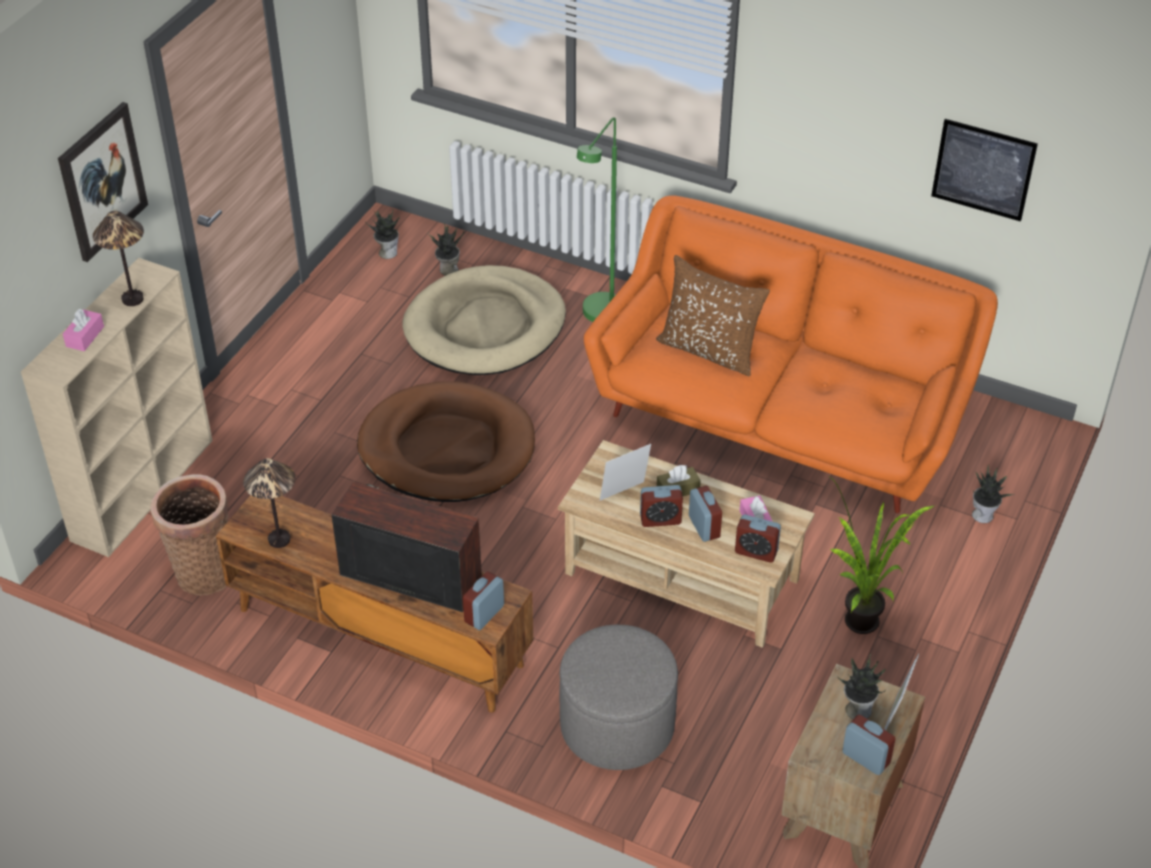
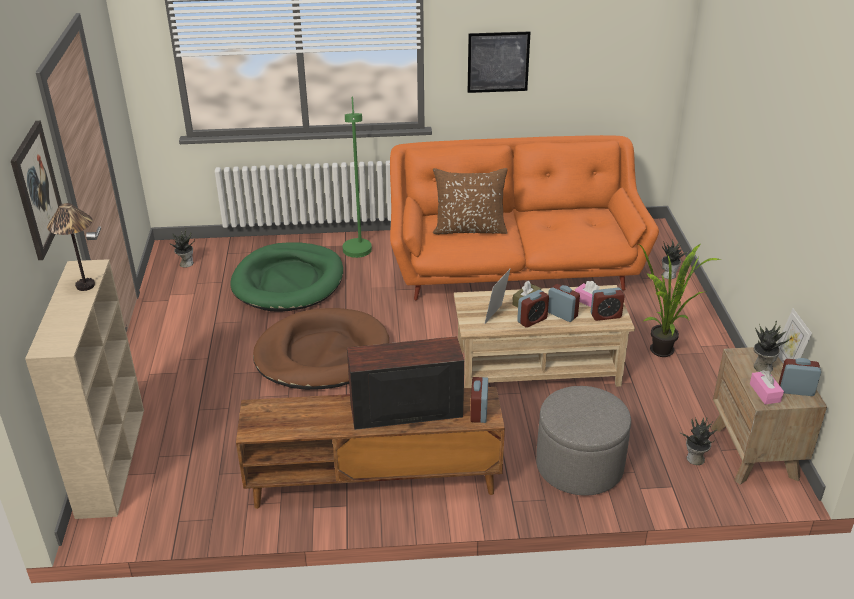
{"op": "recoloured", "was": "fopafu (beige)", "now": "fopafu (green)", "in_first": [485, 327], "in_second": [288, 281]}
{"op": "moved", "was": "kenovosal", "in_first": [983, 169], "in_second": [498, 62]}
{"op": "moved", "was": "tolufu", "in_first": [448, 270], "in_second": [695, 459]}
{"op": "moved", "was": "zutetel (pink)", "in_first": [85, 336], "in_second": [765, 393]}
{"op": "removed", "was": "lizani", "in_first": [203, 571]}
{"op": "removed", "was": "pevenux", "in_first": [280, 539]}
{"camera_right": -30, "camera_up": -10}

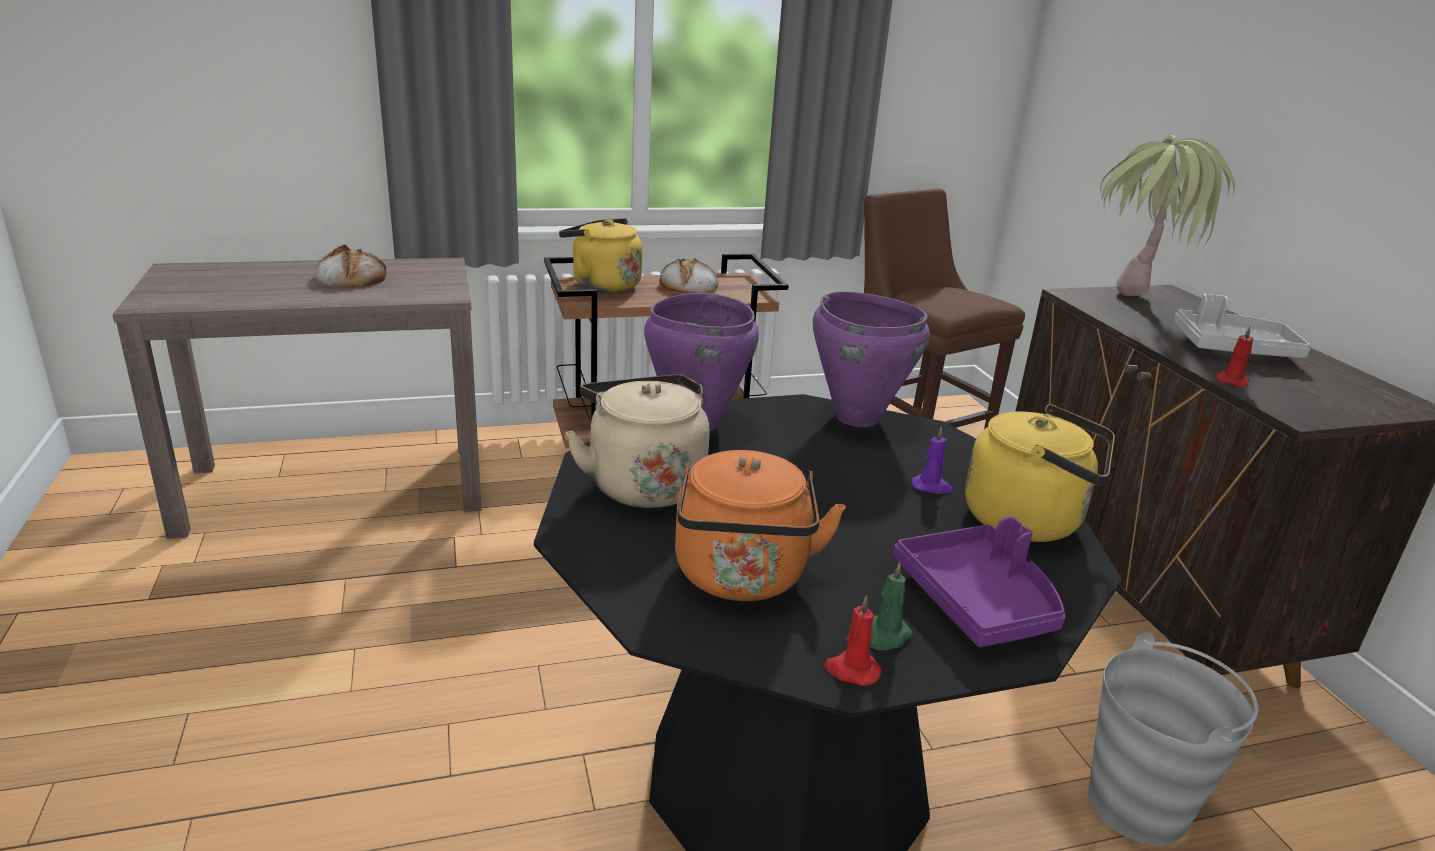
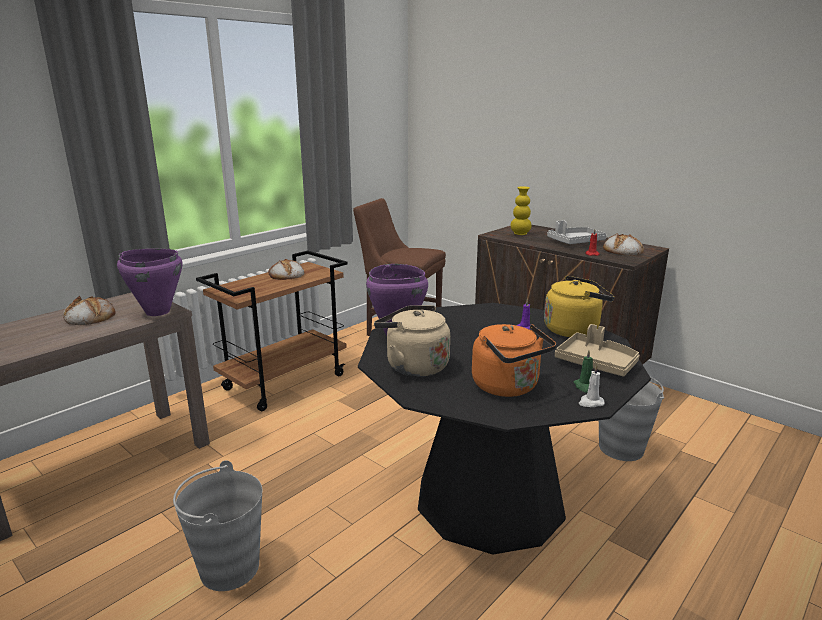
{"op": "moved", "was": "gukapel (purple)", "in_first": [857, 417], "in_second": [157, 312]}
{"op": "added", "now": "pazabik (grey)", "in_second": [229, 568]}
{"op": "replaced", "was": "tolufu", "now": "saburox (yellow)", "in_first": [1133, 306], "in_second": [520, 234]}
{"op": "recoloured", "was": "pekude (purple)", "now": "pekude (beige)", "in_first": [978, 601], "in_second": [596, 363]}
{"op": "recoloured", "was": "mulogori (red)", "now": "mulogori (white)", "in_first": [851, 670], "in_second": [590, 403]}
{"op": "added", "now": "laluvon", "in_second": [622, 250]}
{"op": "removed", "was": "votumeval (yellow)", "in_first": [602, 285]}
{"camera_right": -30, "camera_up": -5}

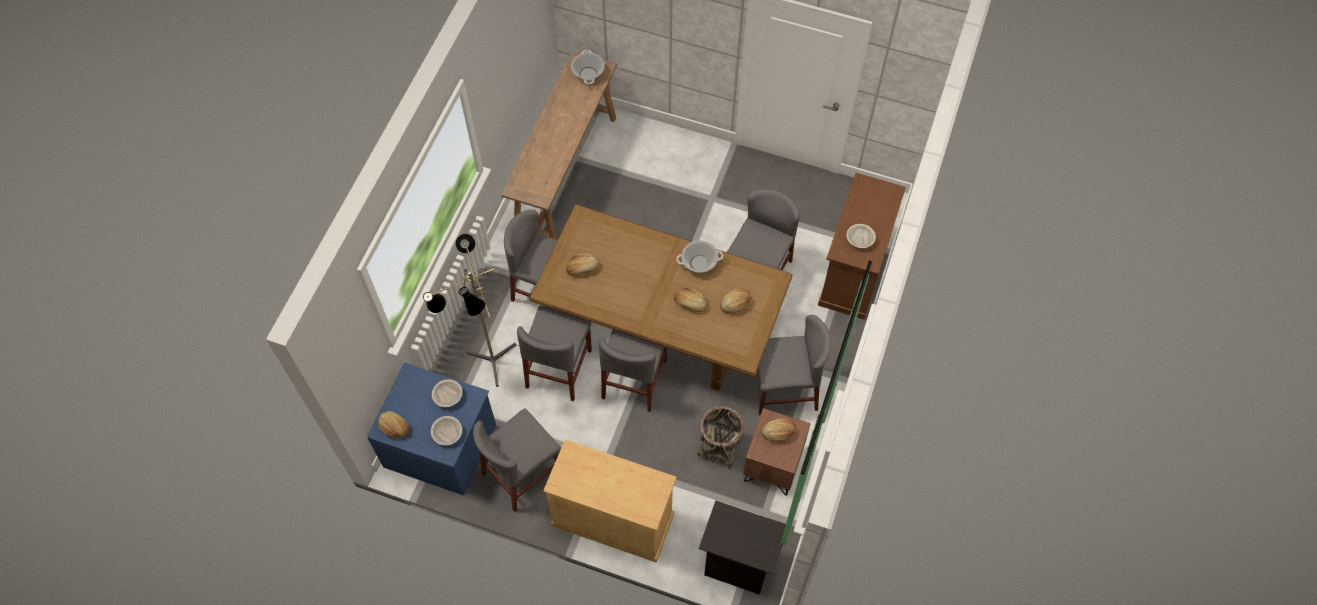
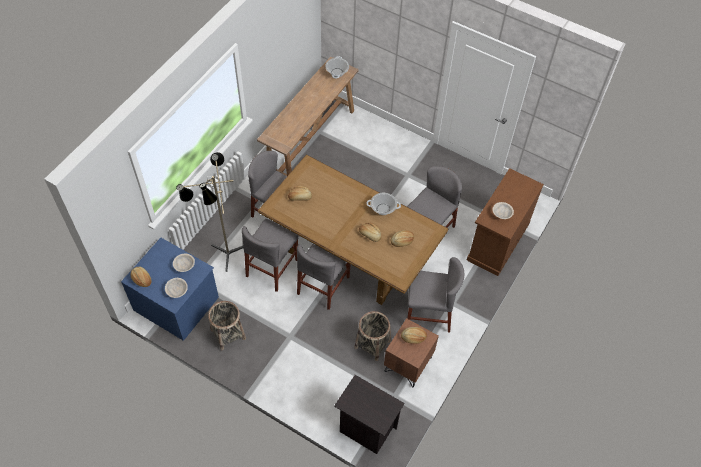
{"op": "replaced", "was": "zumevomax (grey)", "now": "lizani", "in_first": [522, 473], "in_second": [228, 333]}
{"op": "removed", "was": "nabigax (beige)", "in_first": [613, 519]}
{"camera_right": 10, "camera_up": -5}

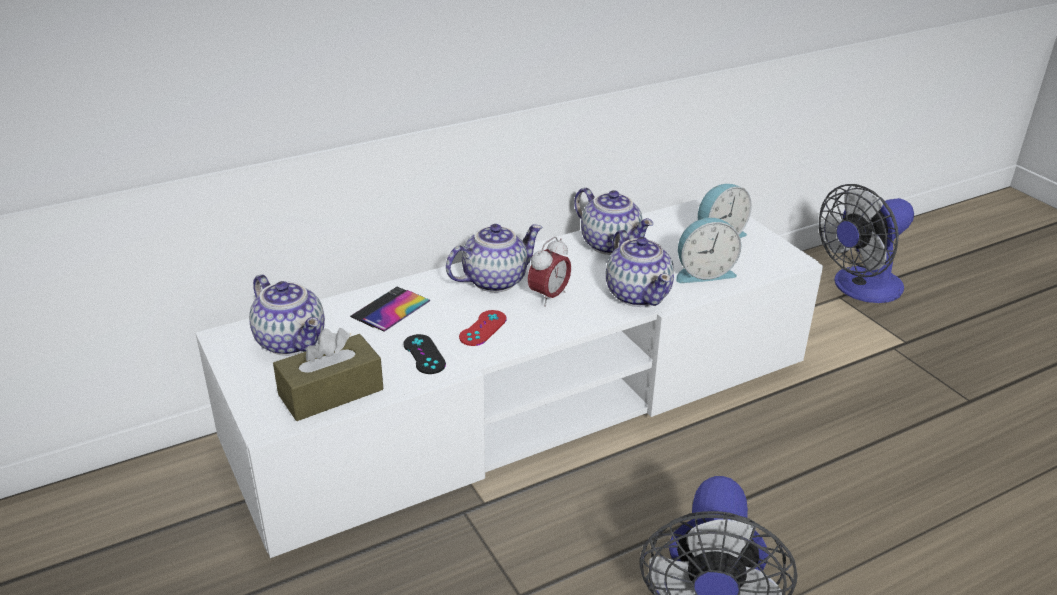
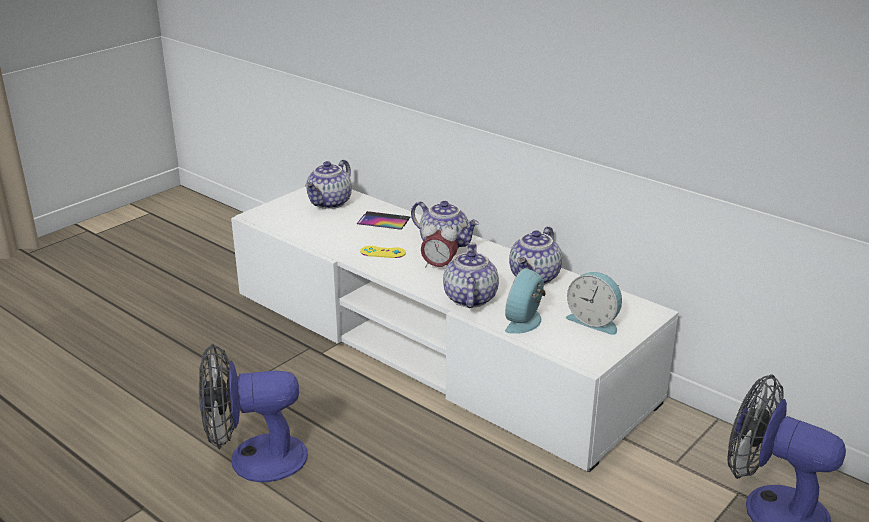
{"op": "recoloured", "was": "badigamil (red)", "now": "badigamil (yellow)", "in_first": [483, 328], "in_second": [383, 252]}
{"op": "turned", "was": "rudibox", "in_first": [638, 294], "in_second": [469, 299], "clockwise": 135}
{"op": "turned", "was": "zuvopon", "in_first": [703, 273], "in_second": [526, 321], "clockwise": 60}
{"op": "removed", "was": "zutetel (brown)", "in_first": [331, 392]}
{"op": "removed", "was": "badigamil (black)", "in_first": [424, 354]}
{"camera_right": 70, "camera_up": -5}

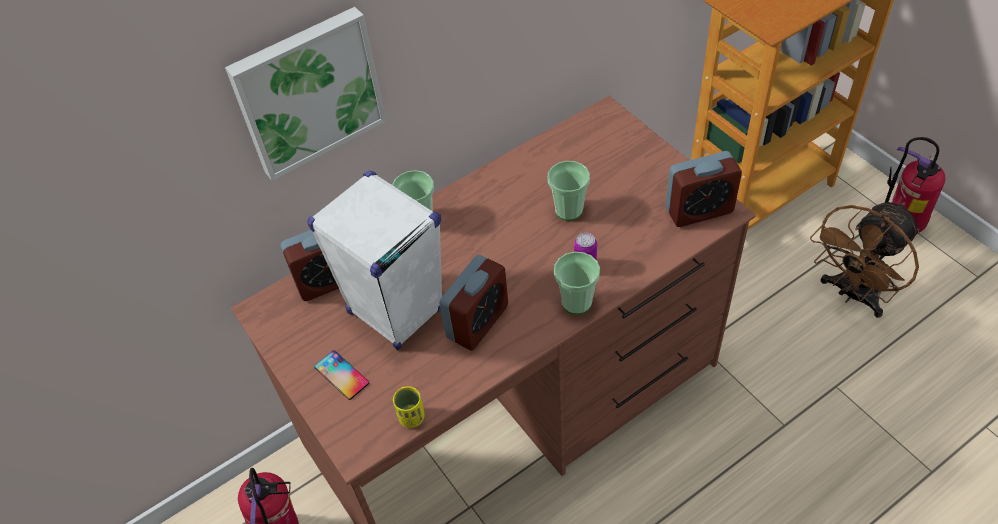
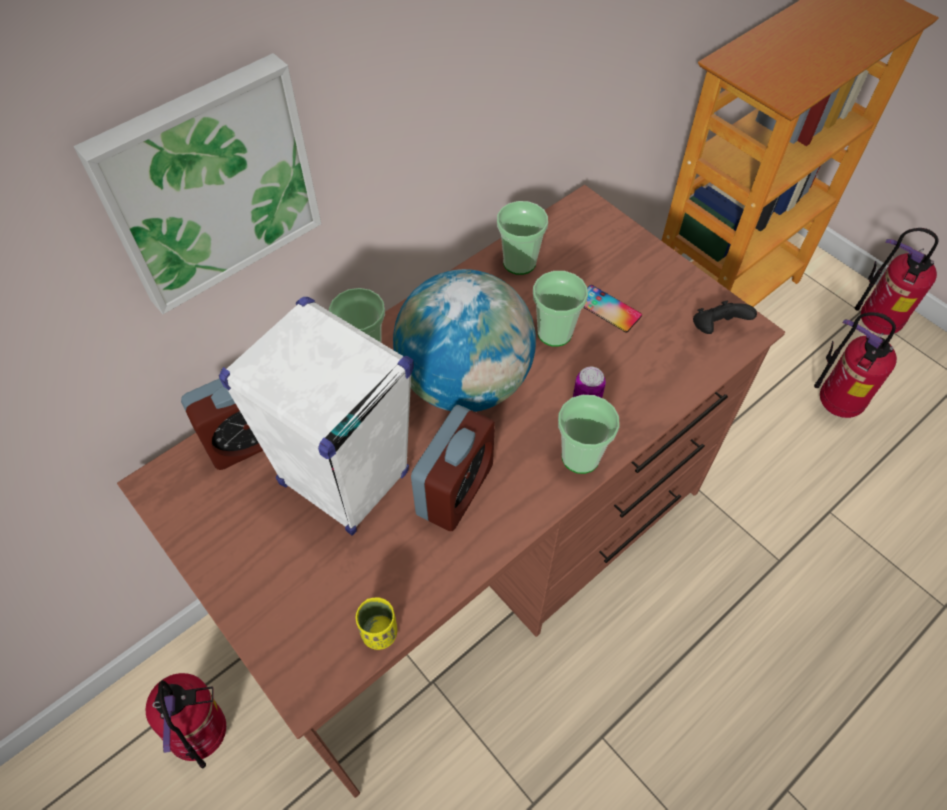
{"op": "added", "now": "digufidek", "in_second": [465, 382]}
{"op": "added", "now": "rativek", "in_second": [519, 262]}
{"op": "moved", "was": "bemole", "in_first": [341, 375], "in_second": [608, 309]}
{"op": "replaced", "was": "zuvopon", "now": "badigamil (black)", "in_first": [699, 210], "in_second": [716, 328]}
{"op": "replaced", "was": "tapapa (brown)", "now": "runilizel", "in_first": [853, 295], "in_second": [834, 404]}
{"camera_right": -10, "camera_up": 5}

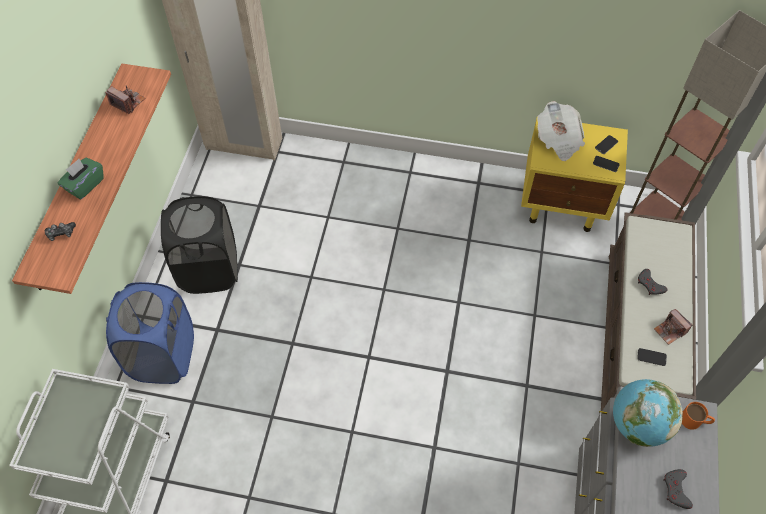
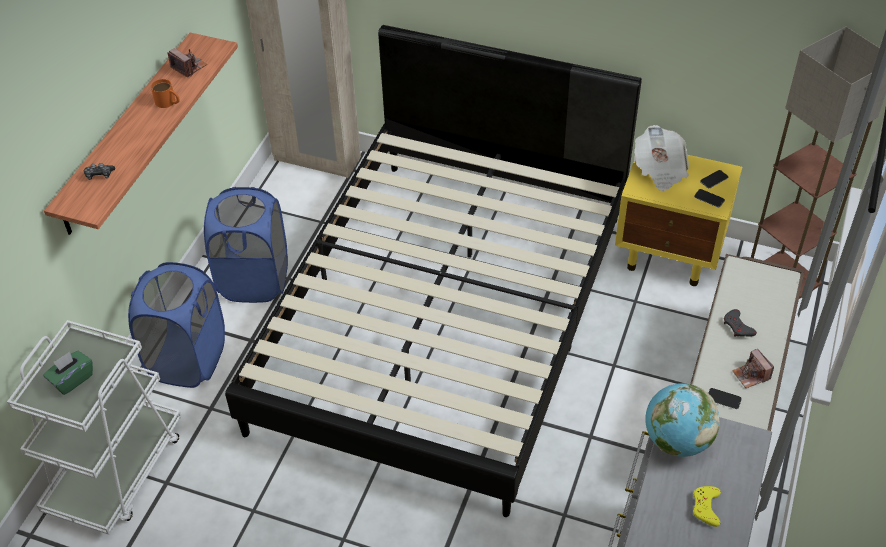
{"op": "moved", "was": "zutetel (green)", "in_first": [85, 185], "in_second": [72, 379]}
{"op": "moved", "was": "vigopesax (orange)", "in_first": [695, 420], "in_second": [168, 102]}
{"op": "recoloured", "was": "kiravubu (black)", "now": "kiravubu (blue)", "in_first": [209, 270], "in_second": [254, 280]}
{"op": "added", "now": "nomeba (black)", "in_second": [445, 318]}
{"op": "recoloured", "was": "badigamil (grey)", "now": "badigamil (yellow)", "in_first": [676, 490], "in_second": [706, 507]}
{"camera_right": 10, "camera_up": -10}

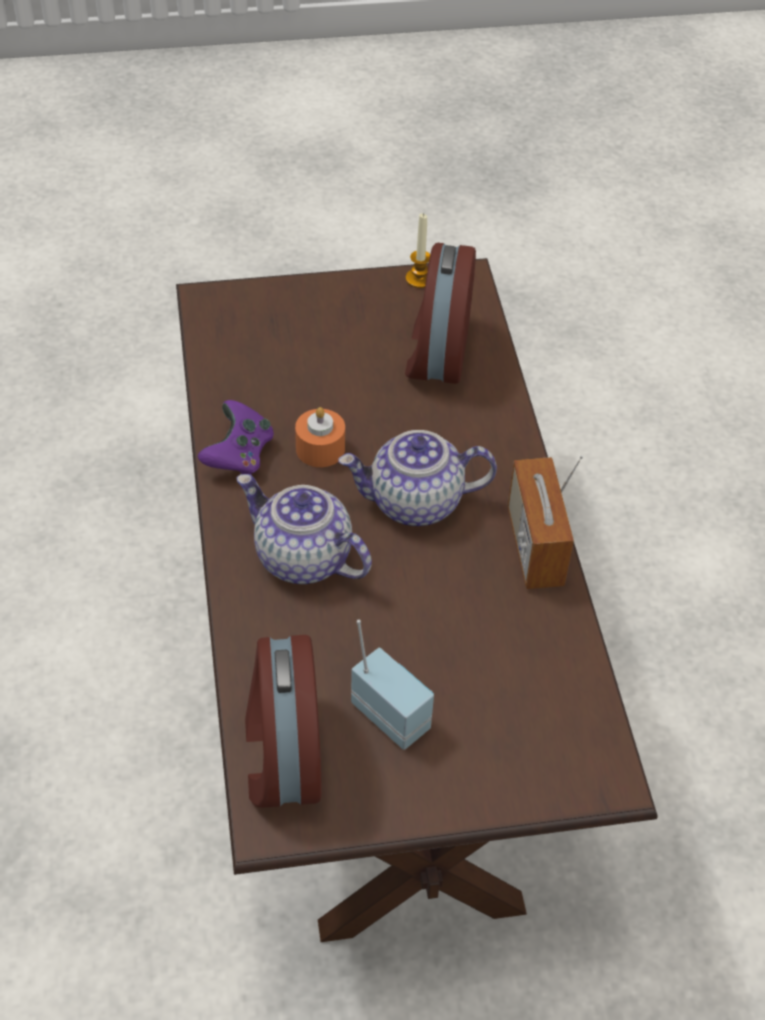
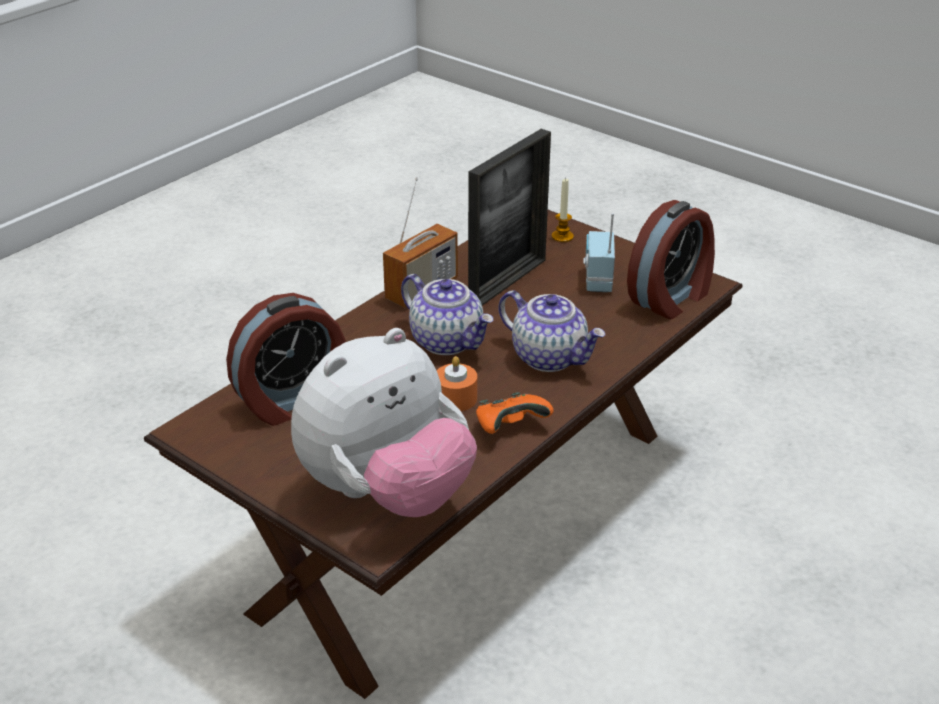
{"op": "added", "now": "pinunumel", "in_second": [386, 493]}
{"op": "added", "now": "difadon", "in_second": [507, 282]}
{"op": "recoloured", "was": "badigamil (purple)", "now": "badigamil (orange)", "in_first": [239, 455], "in_second": [510, 427]}
{"op": "turned", "was": "rudibox", "in_first": [301, 558], "in_second": [550, 357], "clockwise": -45}
{"op": "moved", "was": "mulogori", "in_first": [419, 279], "in_second": [562, 236]}
{"camera_right": -130, "camera_up": -15}

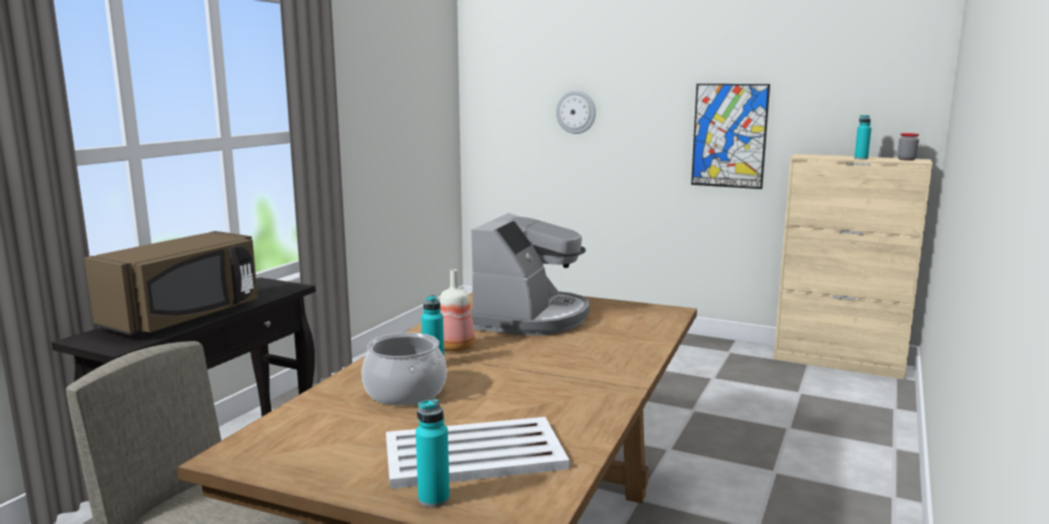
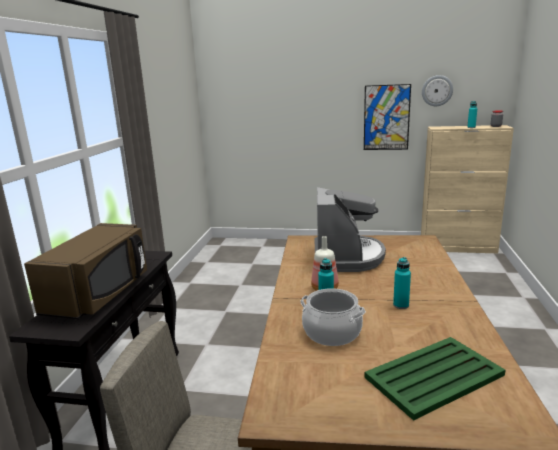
{"op": "recoloured", "was": "pekude (white)", "now": "pekude (green)", "in_first": [476, 454], "in_second": [435, 376]}
{"op": "moved", "was": "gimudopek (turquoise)", "in_first": [433, 499], "in_second": [401, 305]}
{"op": "moved", "was": "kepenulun", "in_first": [576, 112], "in_second": [437, 90]}
{"camera_right": -15, "camera_up": 5}

